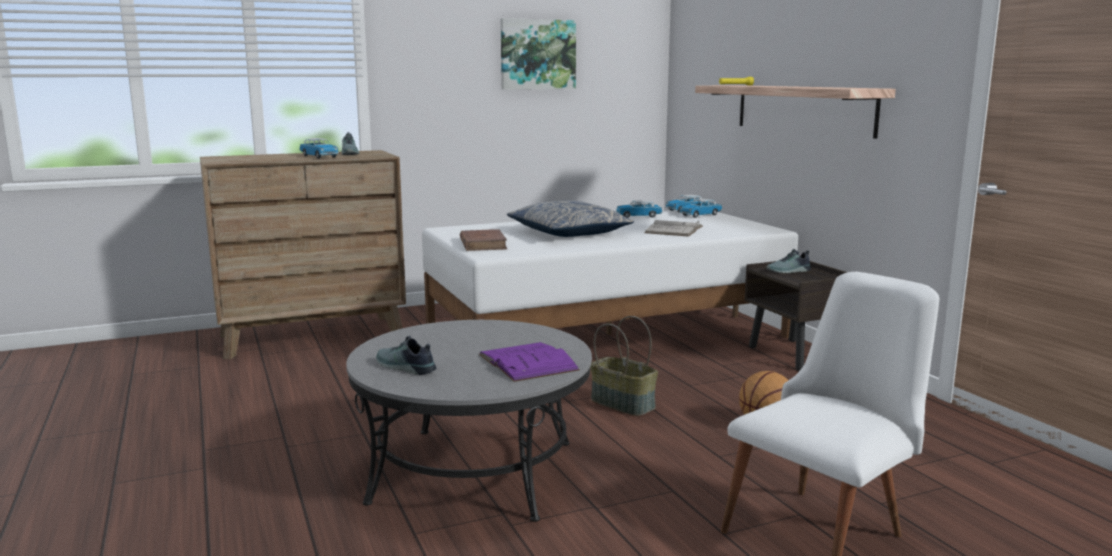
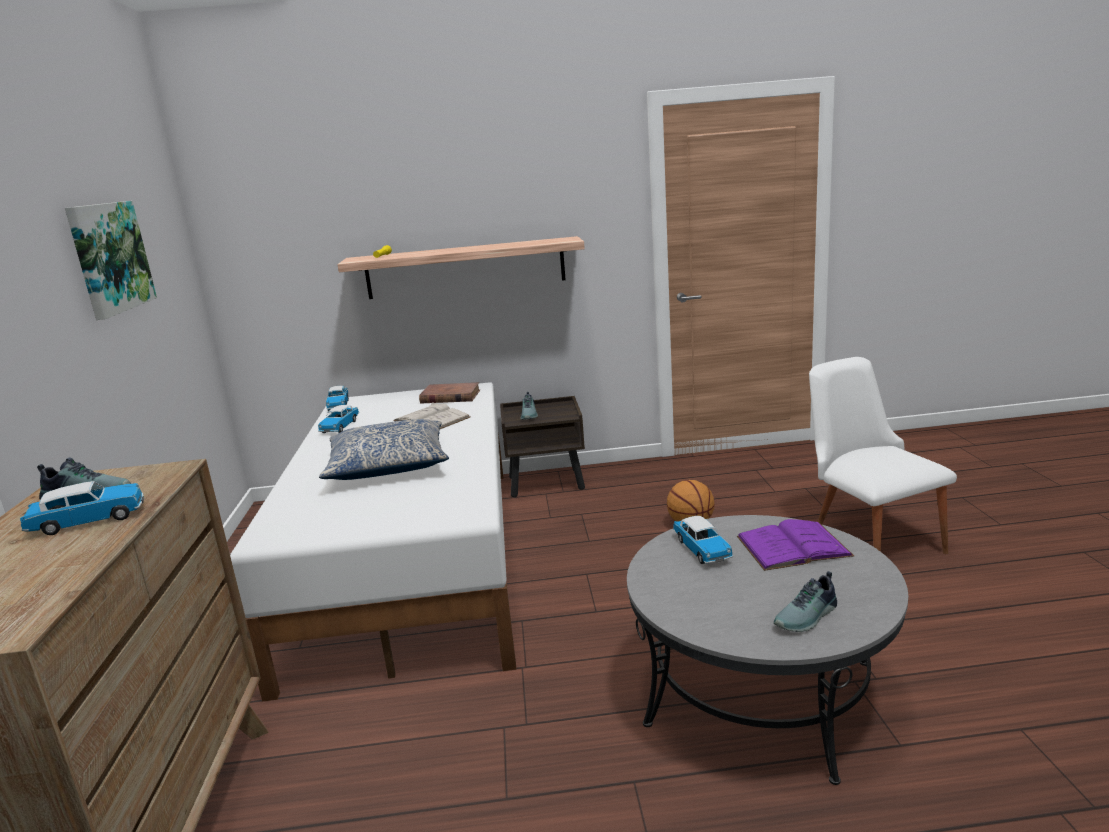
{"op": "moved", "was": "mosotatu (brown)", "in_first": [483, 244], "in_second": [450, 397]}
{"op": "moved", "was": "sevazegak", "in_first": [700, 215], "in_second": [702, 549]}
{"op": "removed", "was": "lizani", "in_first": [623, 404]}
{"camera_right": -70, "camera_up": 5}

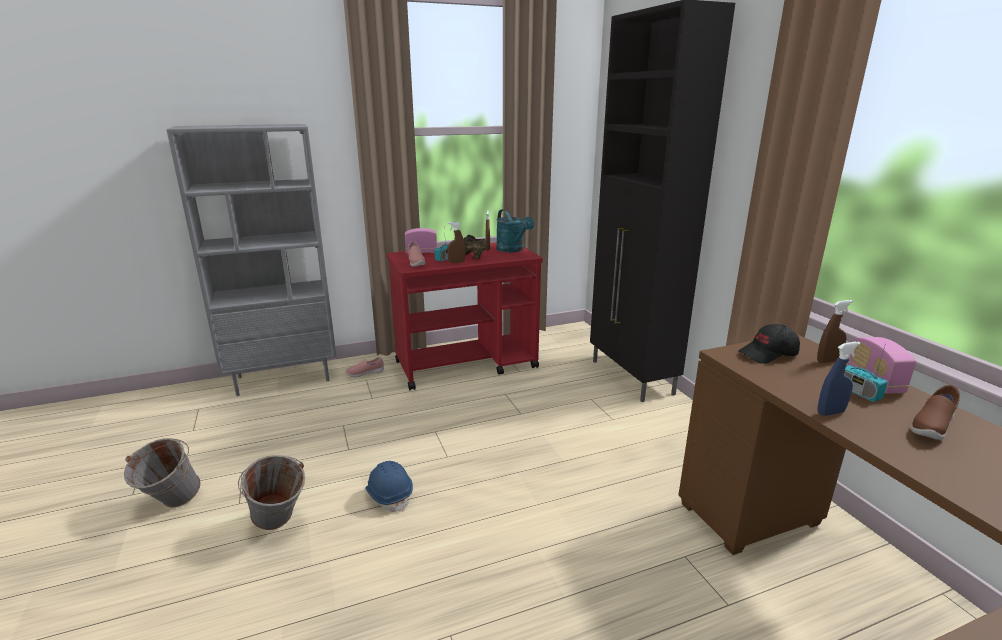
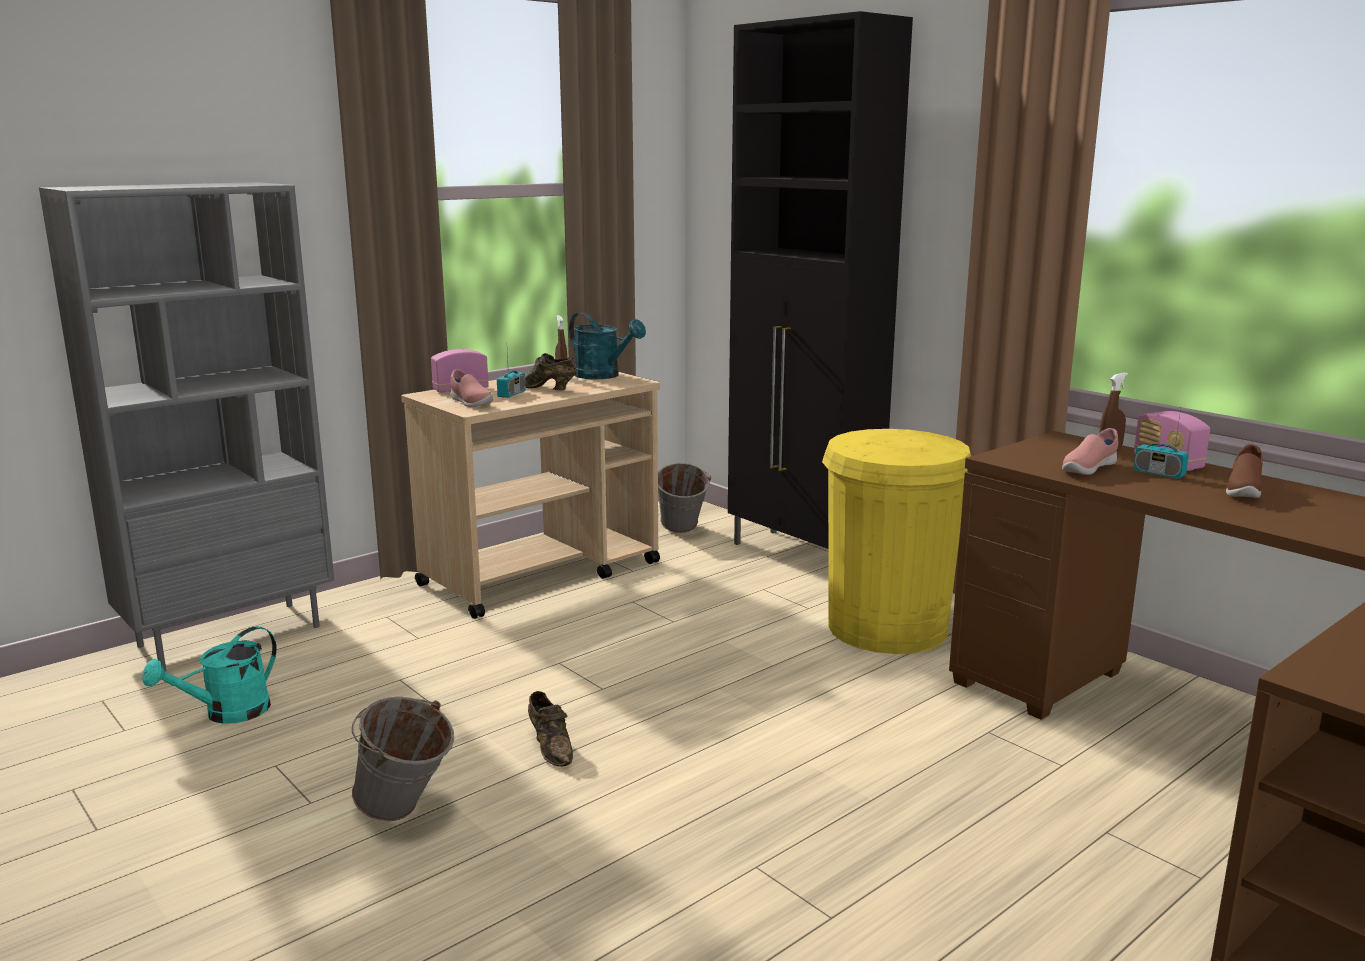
{"op": "added", "now": "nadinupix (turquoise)", "in_second": [227, 714]}
{"op": "recoloured", "was": "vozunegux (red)", "now": "vozunegux (beige)", "in_first": [467, 364], "in_second": [542, 573]}
{"op": "replaced", "was": "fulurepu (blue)", "now": "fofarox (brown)", "in_first": [389, 495], "in_second": [551, 747]}
{"op": "moved", "was": "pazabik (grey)", "in_first": [171, 505], "in_second": [681, 532]}
{"op": "added", "now": "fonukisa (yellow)", "in_second": [887, 628]}
{"op": "moved", "was": "fofarox (pink)", "in_first": [365, 374], "in_second": [1088, 469]}
{"op": "removed", "was": "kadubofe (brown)", "in_first": [456, 262]}
{"op": "removed", "was": "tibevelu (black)", "in_first": [768, 354]}
{"op": "removed", "was": "kadubofe (blue)", "in_first": [830, 412]}
{"camera_right": -20, "camera_up": -5}

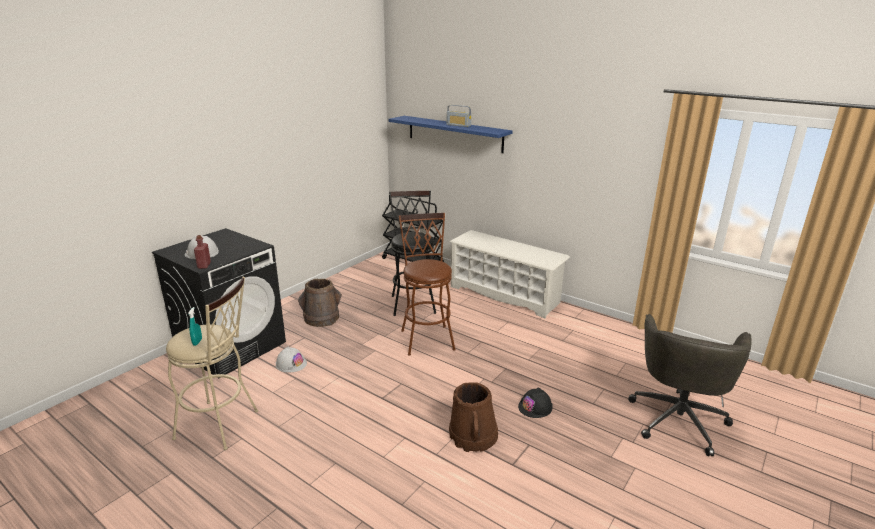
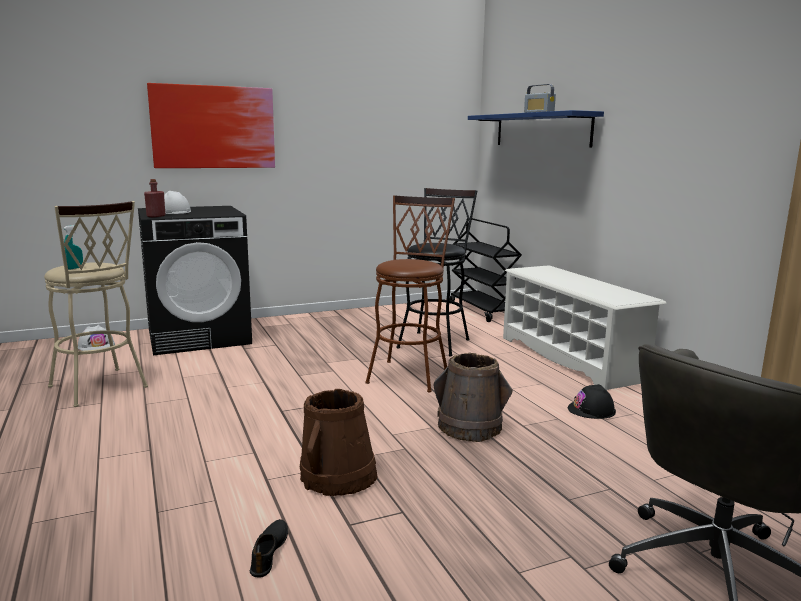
{"op": "moved", "was": "fulurepu (white)", "in_first": [291, 364], "in_second": [96, 346]}
{"op": "added", "now": "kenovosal", "in_second": [213, 127]}
{"op": "added", "now": "fofarox (black)", "in_second": [270, 552]}
{"op": "moved", "was": "pazabik (brown)", "in_first": [321, 318], "in_second": [470, 427]}
{"op": "moved", "was": "fulurepu (black)", "in_first": [535, 407], "in_second": [591, 410]}
{"camera_right": 30, "camera_up": -10}

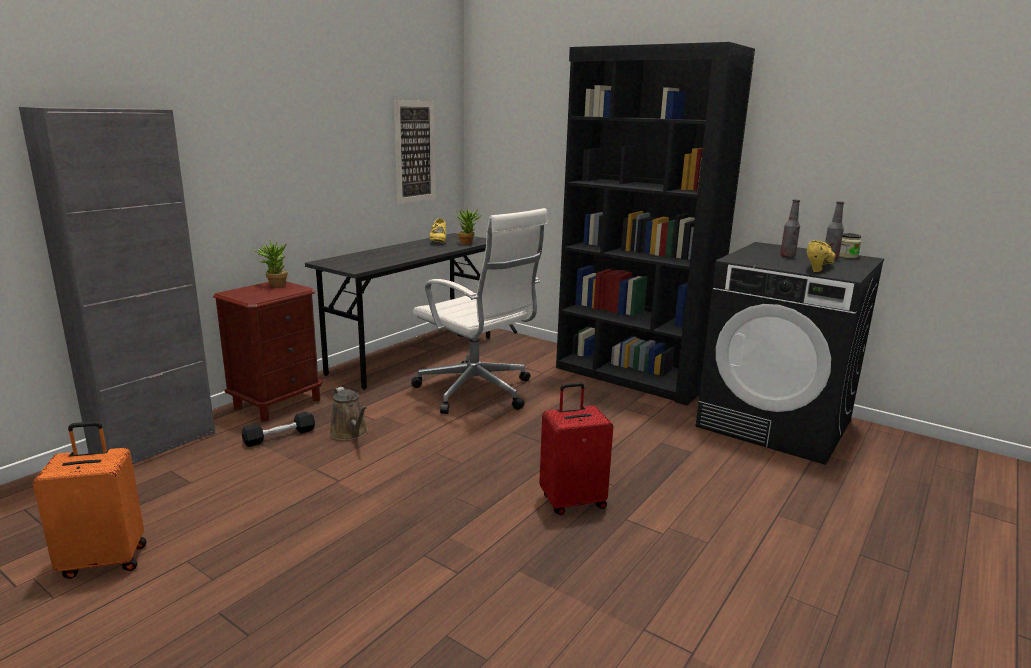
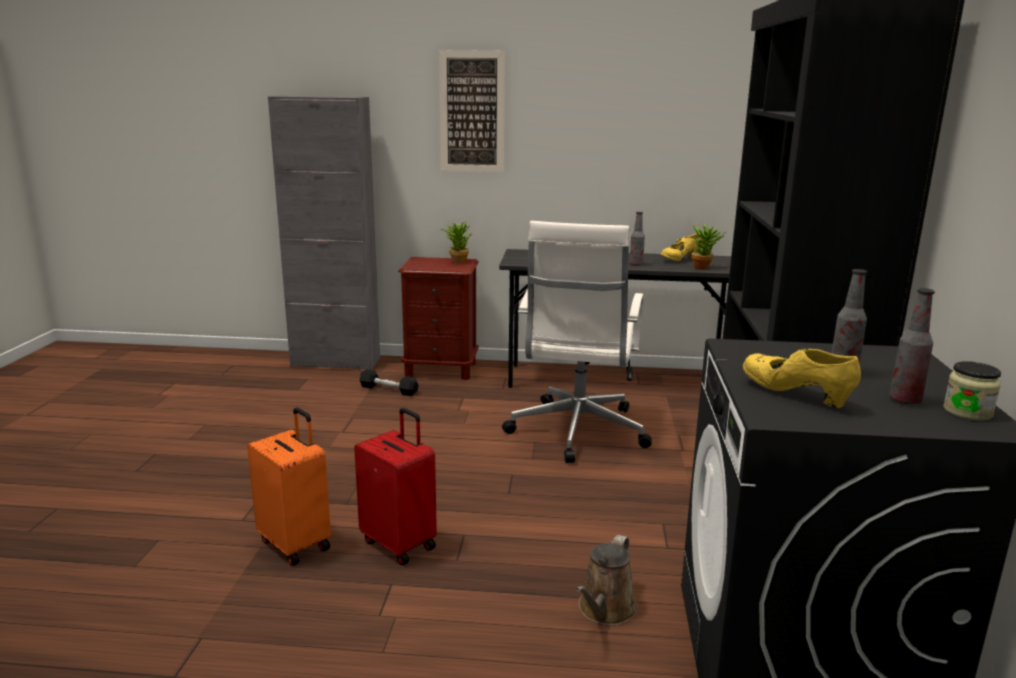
{"op": "moved", "was": "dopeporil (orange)", "in_first": [105, 560], "in_second": [296, 544]}
{"op": "moved", "was": "kenovosal", "in_first": [415, 152], "in_second": [472, 112]}
{"op": "moved", "was": "nadinupix (brown)", "in_first": [350, 433], "in_second": [605, 610]}
{"op": "added", "now": "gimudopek", "in_second": [636, 265]}
{"op": "turned", "was": "fofarox (yellow)", "in_first": [817, 267], "in_second": [796, 395], "clockwise": -135}
{"camera_right": 60, "camera_up": 0}

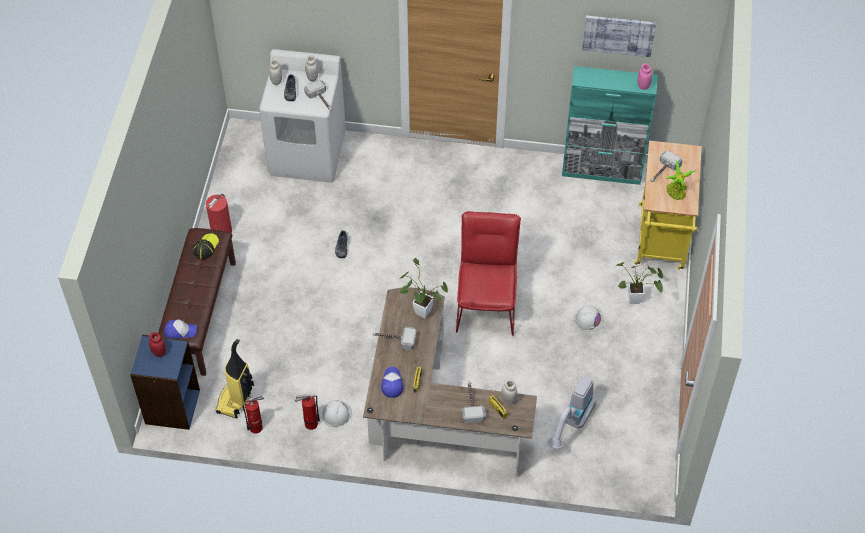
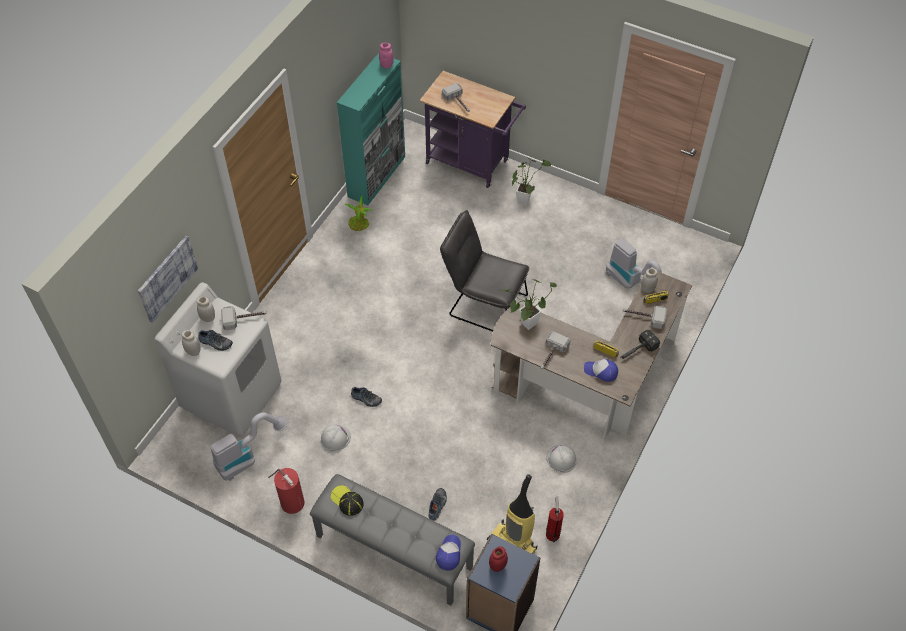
{"op": "moved", "was": "kenovosal", "in_first": [618, 35], "in_second": [167, 278]}
{"op": "added", "now": "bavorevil", "in_second": [247, 456]}
{"op": "recoloured", "was": "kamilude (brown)", "now": "kamilude (grey)", "in_first": [200, 315], "in_second": [393, 552]}
{"op": "moved", "was": "fulurepu (white)", "in_first": [589, 320], "in_second": [335, 438]}
{"op": "moved", "was": "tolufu", "in_first": [676, 193], "in_second": [359, 225]}
{"op": "recoloured", "was": "vozunegux (yellow)", "now": "vozunegux (purple)", "in_first": [661, 242], "in_second": [472, 163]}
{"op": "added", "now": "fofarox", "in_second": [438, 506]}
{"op": "recoloured", "was": "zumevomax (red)", "now": "zumevomax (grey)", "in_first": [486, 303], "in_second": [483, 303]}
{"op": "added", "now": "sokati", "in_second": [636, 351]}
{"op": "removed", "was": "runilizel", "in_first": [309, 424]}
{"camera_right": -70, "camera_up": 0}

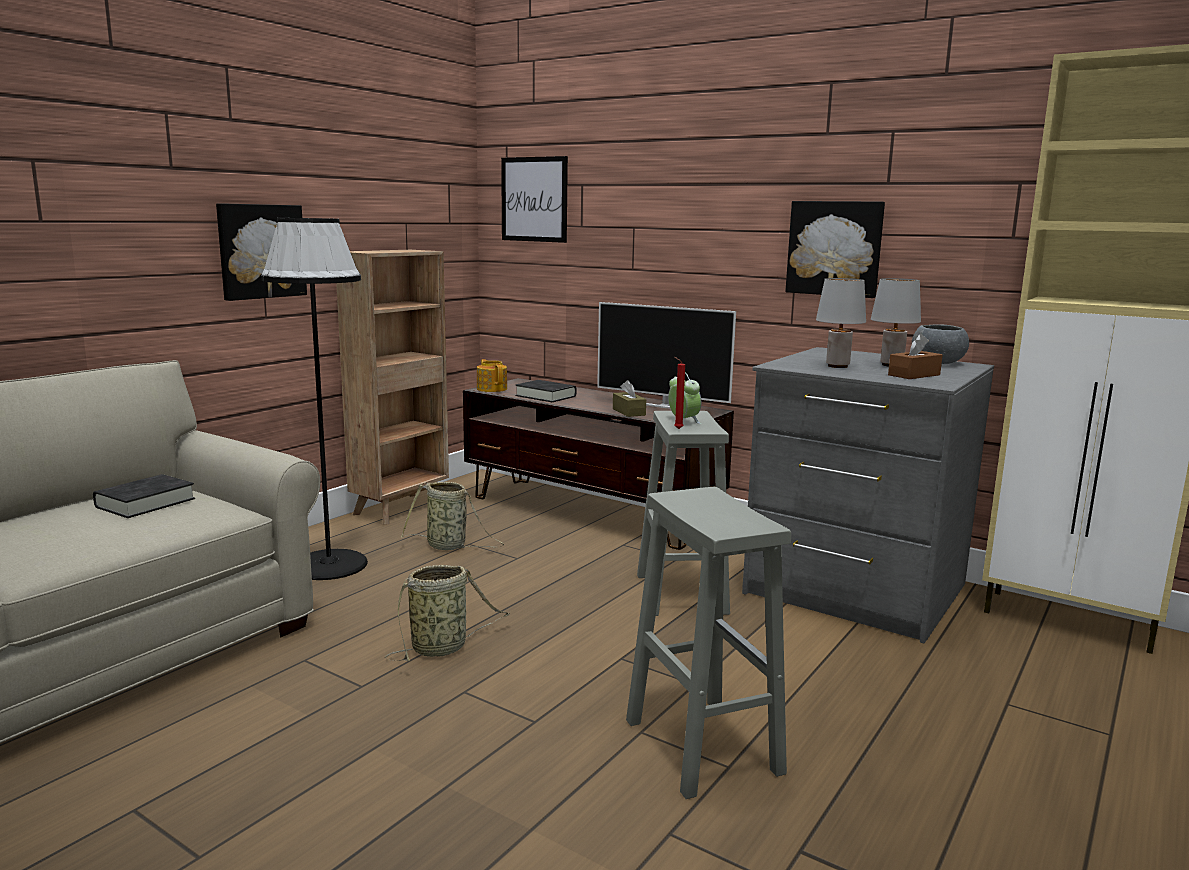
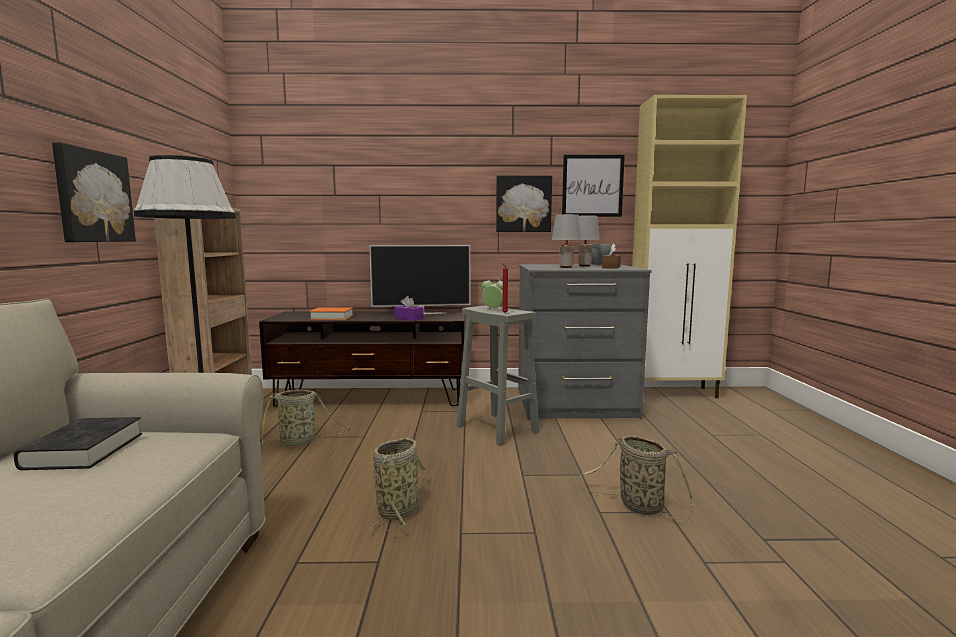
{"op": "recoloured", "was": "mosotatu (black)", "now": "mosotatu (orange)", "in_first": [545, 396], "in_second": [332, 317]}
{"op": "recoloured", "was": "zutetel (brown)", "now": "zutetel (purple)", "in_first": [628, 412], "in_second": [409, 318]}
{"op": "moved", "was": "kenovosal", "in_first": [534, 199], "in_second": [592, 186]}
{"op": "replaced", "was": "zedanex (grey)", "now": "lizani", "in_first": [700, 745], "in_second": [637, 506]}
{"op": "removed", "was": "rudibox", "in_first": [492, 389]}
{"camera_right": -35, "camera_up": -5}

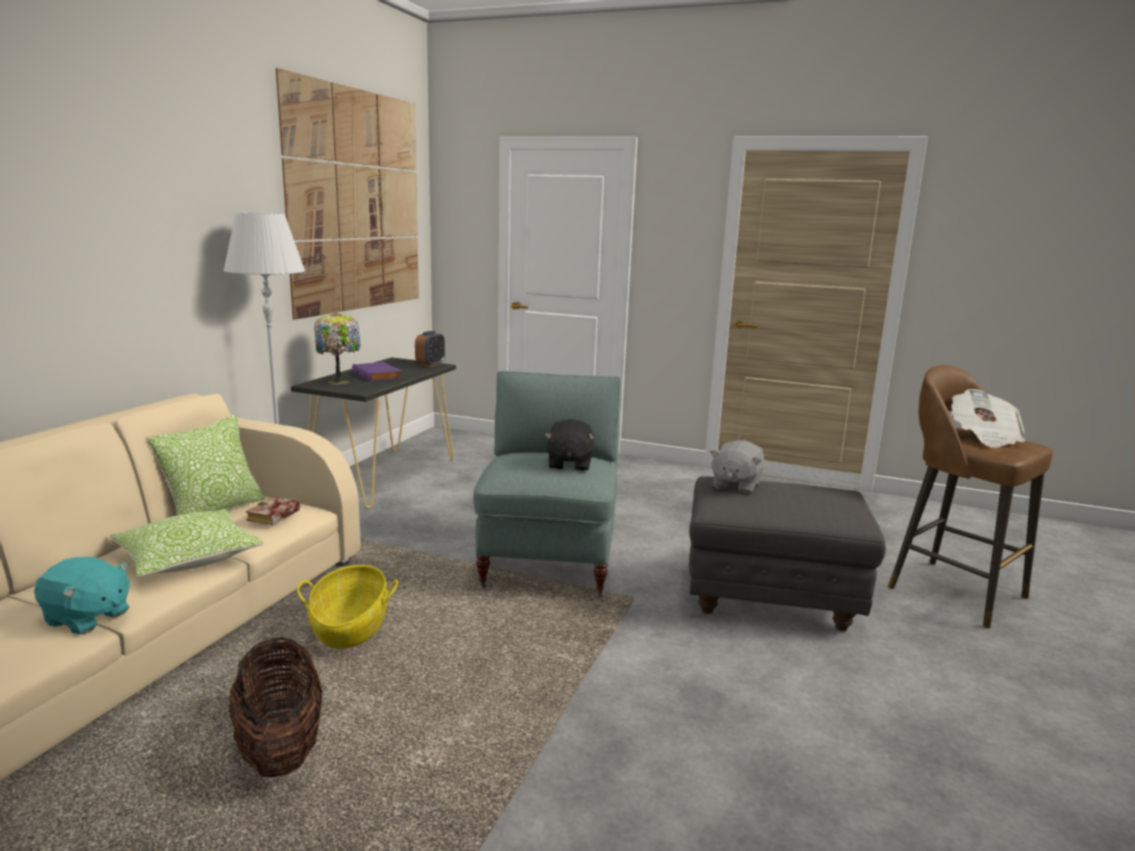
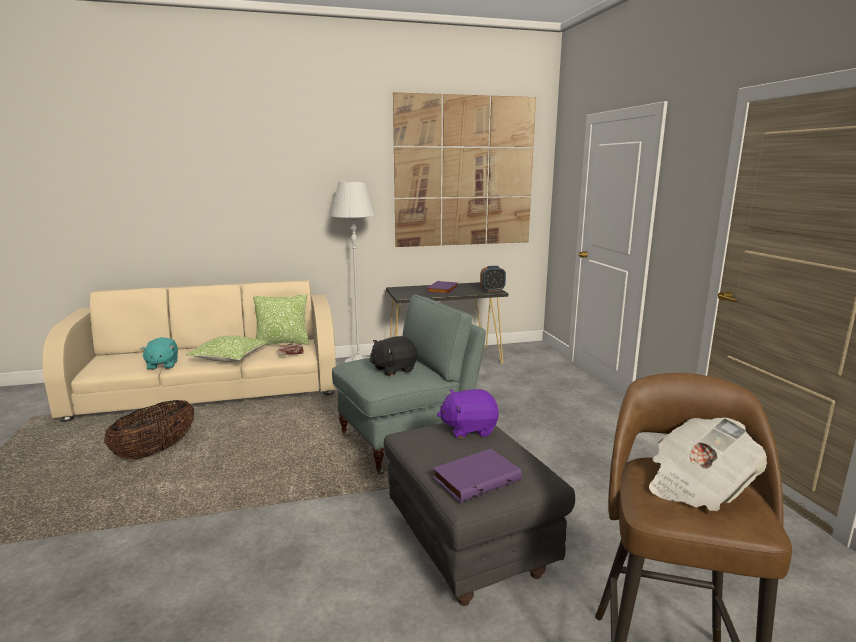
{"op": "added", "now": "mosotatu (purple)", "in_second": [476, 478]}
{"op": "recoloured", "was": "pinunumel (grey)", "now": "pinunumel (purple)", "in_first": [735, 485], "in_second": [469, 429]}
{"op": "removed", "was": "lizani", "in_first": [350, 628]}
{"op": "removed", "was": "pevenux", "in_first": [340, 382]}
{"camera_right": 55, "camera_up": 0}

